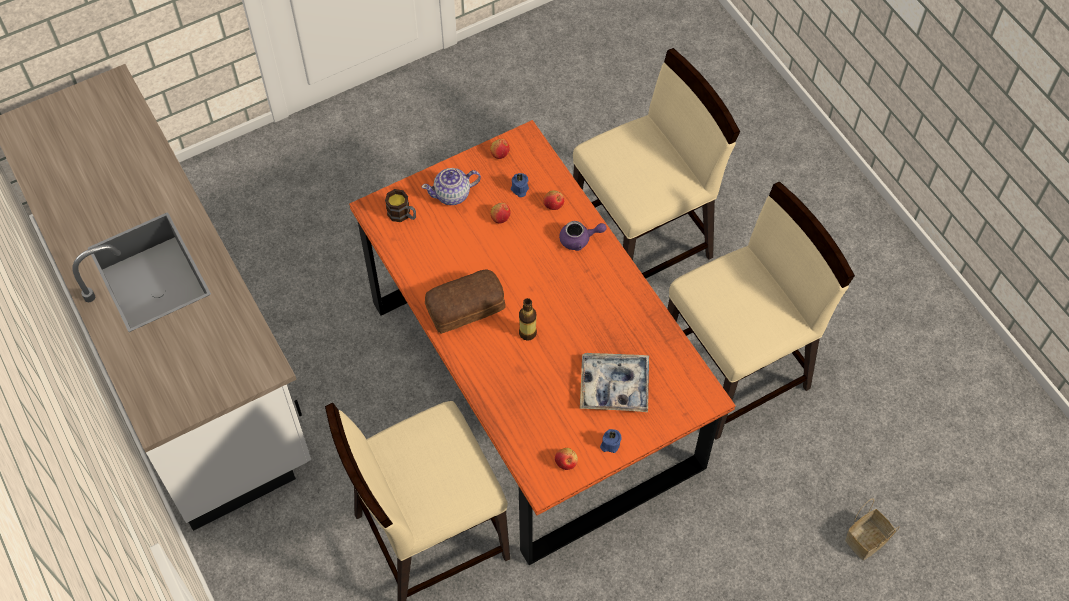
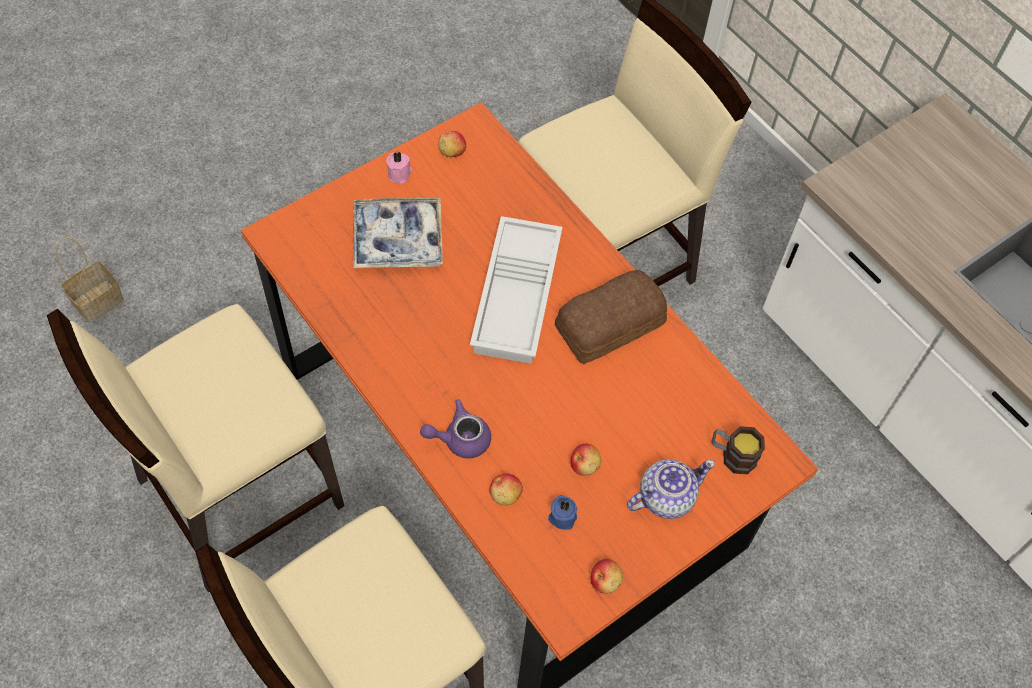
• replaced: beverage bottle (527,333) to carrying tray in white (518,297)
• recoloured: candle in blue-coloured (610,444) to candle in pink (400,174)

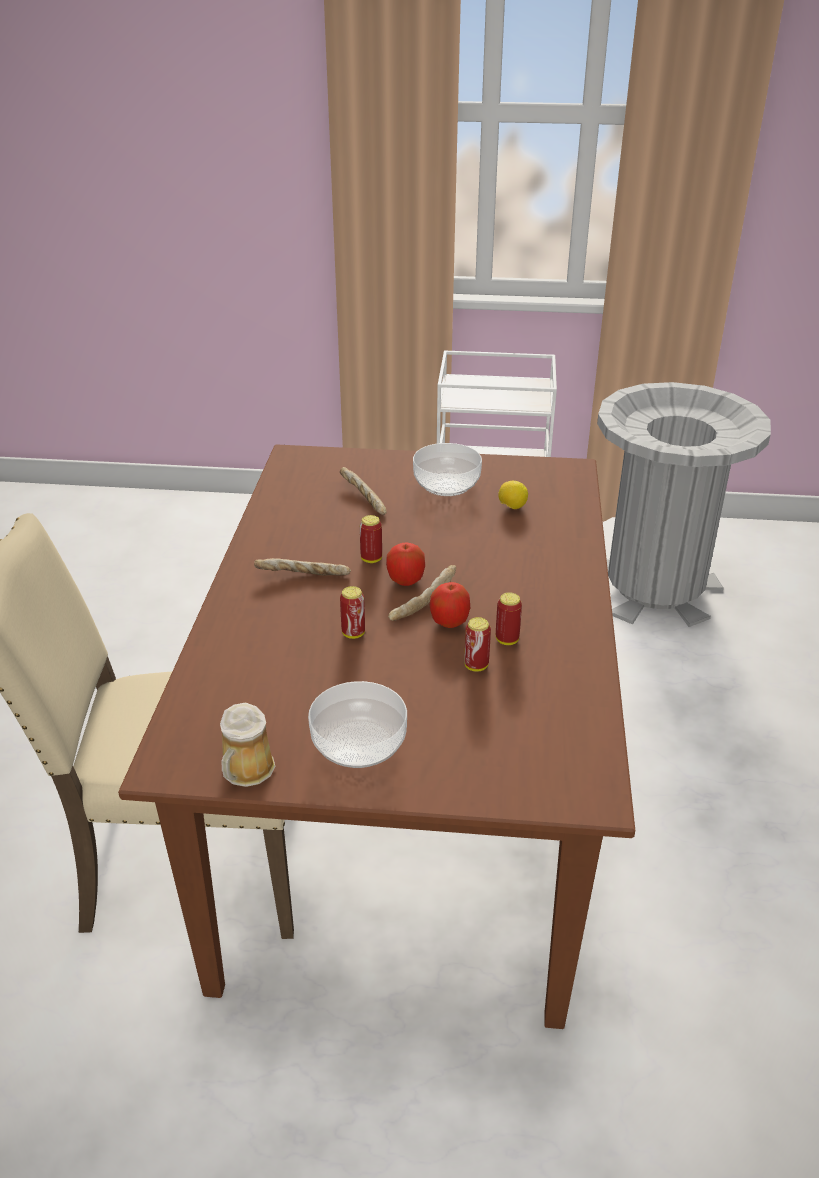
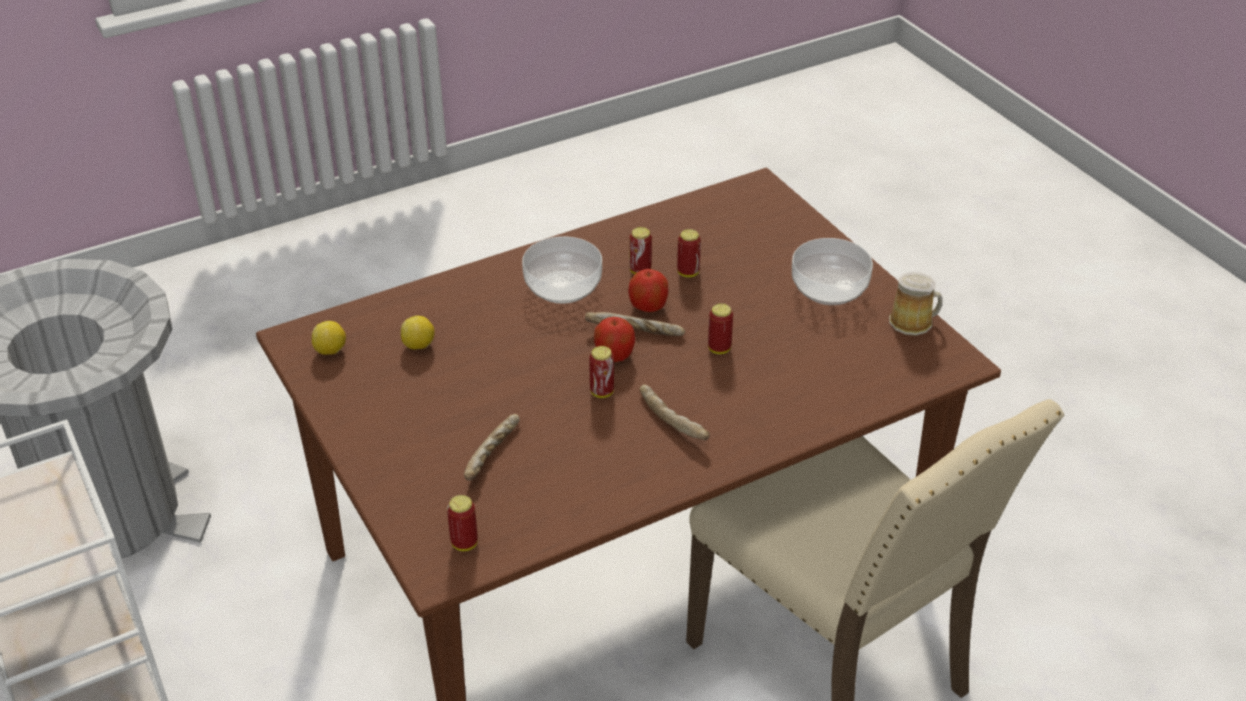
• added: whole lemon (331,351)
• added: metal can (464,543)
• moved: serving bowl (447,484) to (563,286)

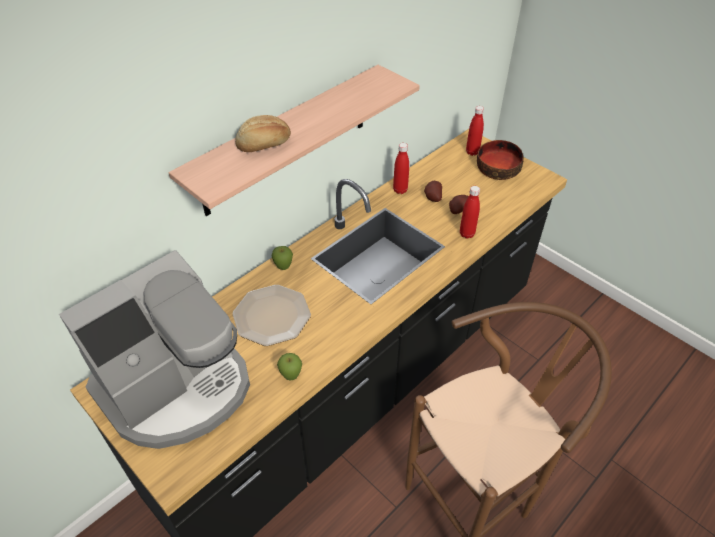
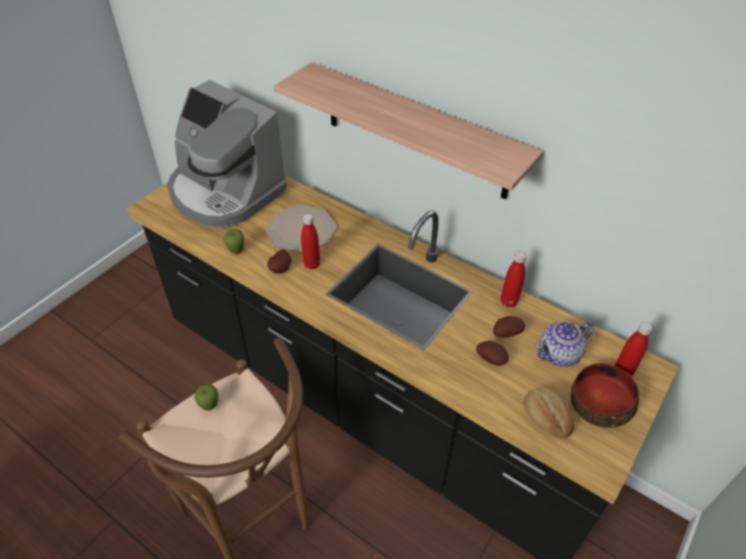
• added: potato (281,269)
• added: teapot (559,354)
• moved: baked bread (264,145) to (545,419)
• moved: apple (283,268) to (210,406)
• moved: beverage bottle in red (467,234) to (311,264)

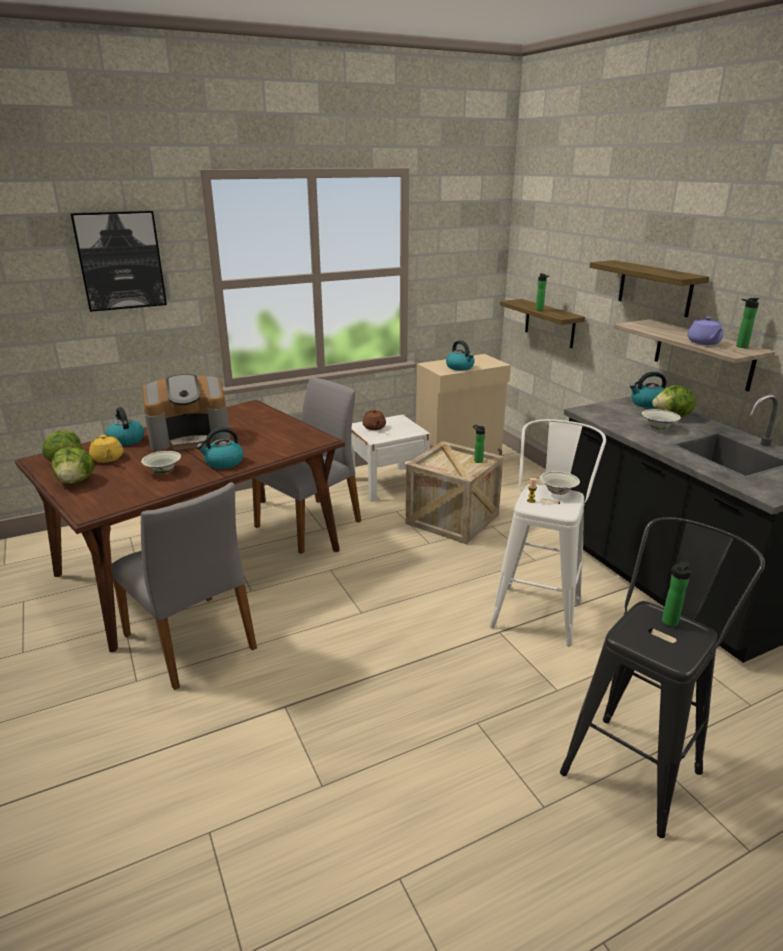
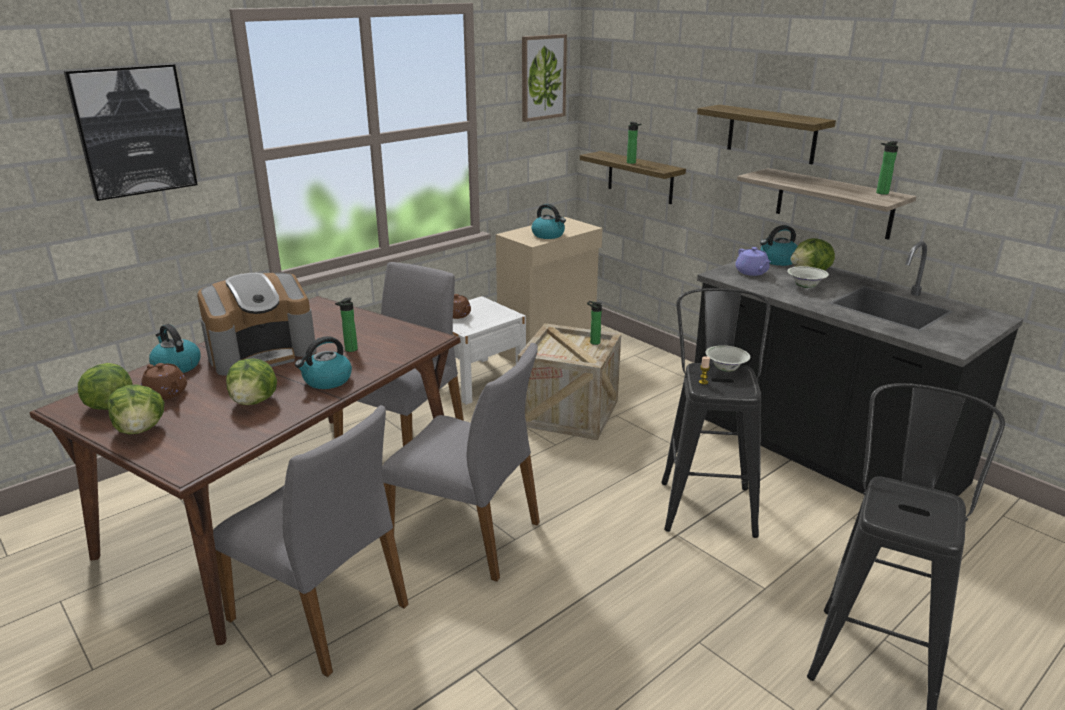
• added: plain chair in grey (467,534)
• added: wall picture (542,77)
• moved: beverage bottle (668,623) to (349,350)
• moved: teapot in purple (704,343) to (752,272)
• replaced: serving bowl in white (163,471) to head of lettuce (254,402)
• recoloured: teapot in yellow-coloured (107,458) to teapot in brownish (166,394)
• recoloured: stool in white (539,608) to stool in black-coloured (707,501)

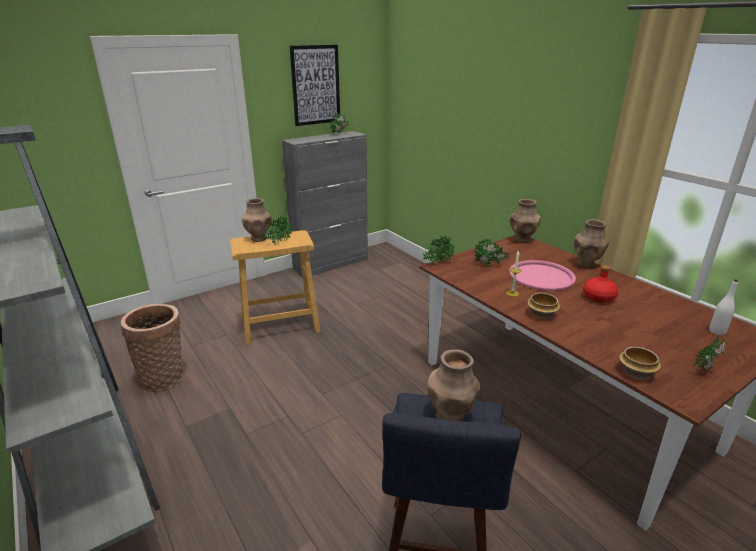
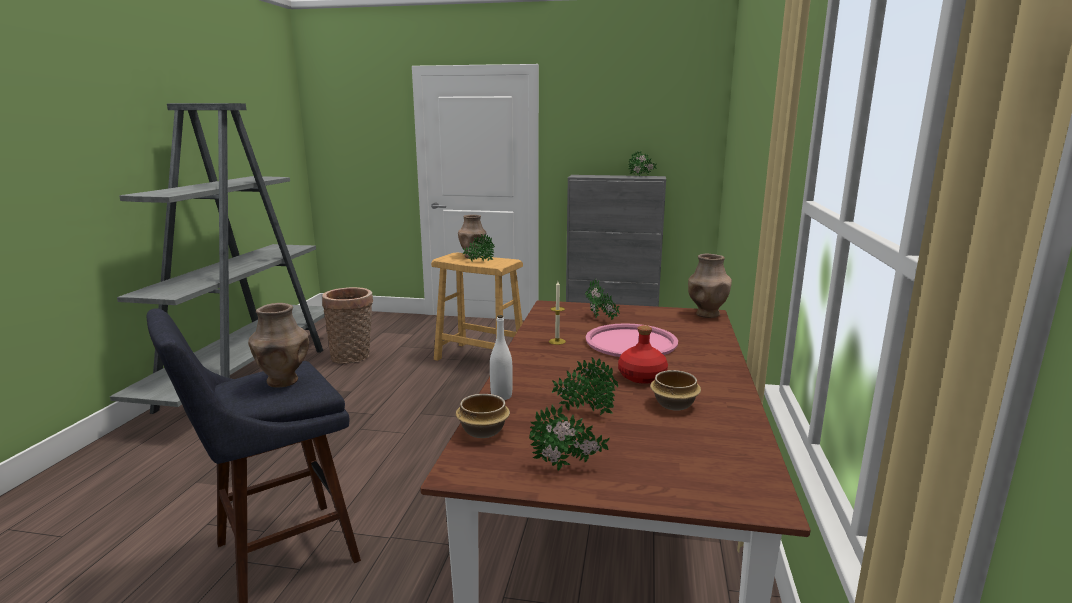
• removed: wall picture (315,85)
• removed: flower vase in brownish (586,265)
• moved: potted plant (437,264) to (584,411)
• moved: serving bowl (542,314) to (675,404)
• moved: beverage bottle in white (717,331) to (501,396)

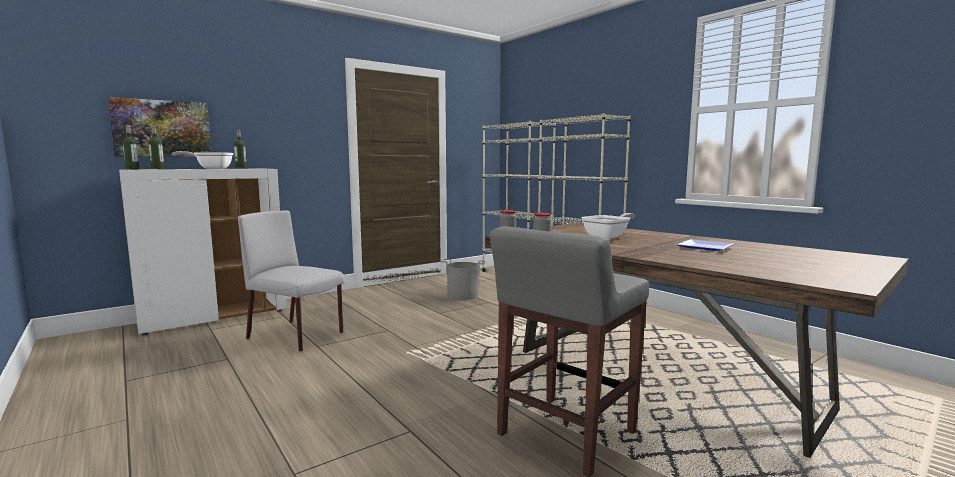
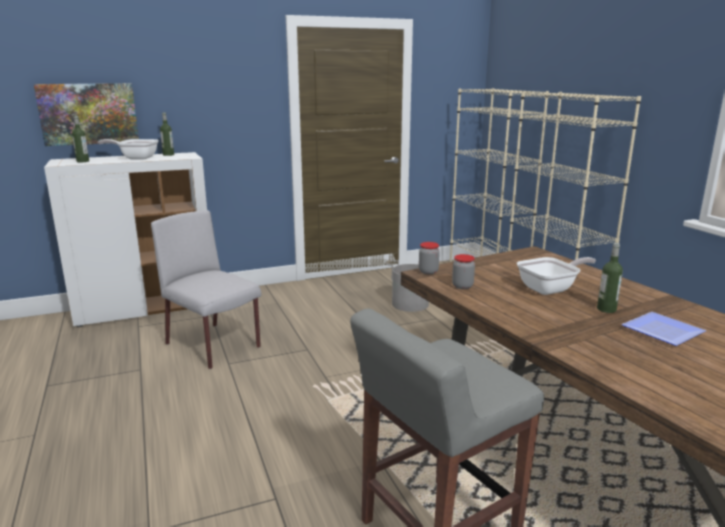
• moved: beverage bottle (132,169) to (606,309)

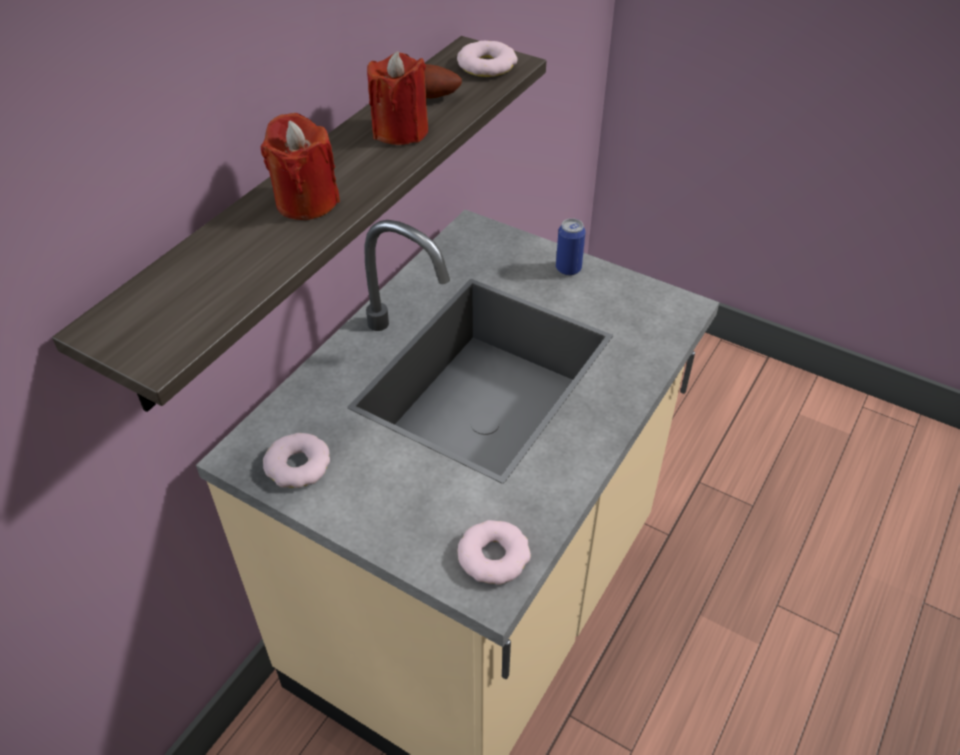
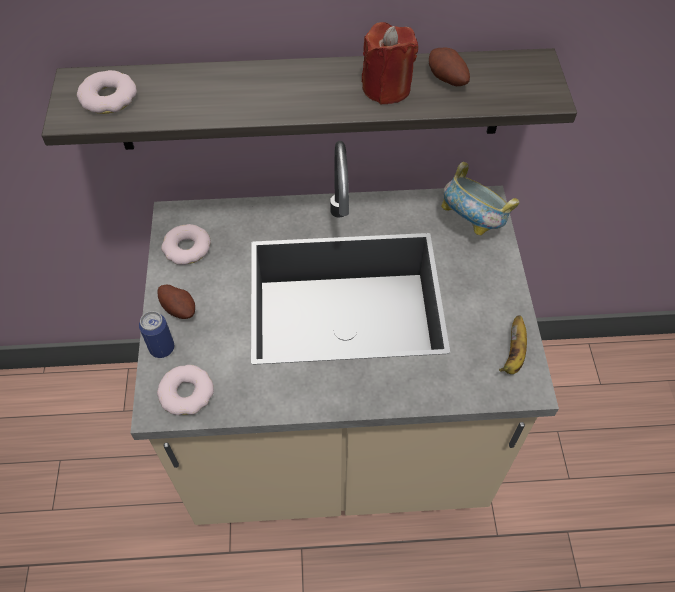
• removed: candle in red (306,202)
• added: potato (179,308)
• added: serving bowl (472,224)
• added: whole banana (513,354)
• moved: donut (487,65) to (109,98)
• moved: metal can (568,269) to (162,348)

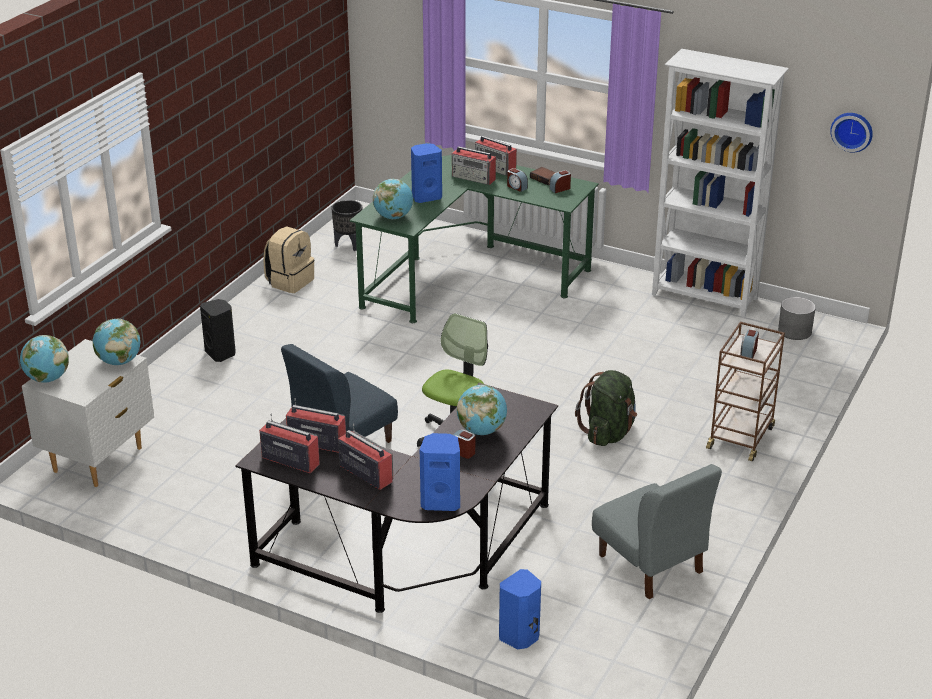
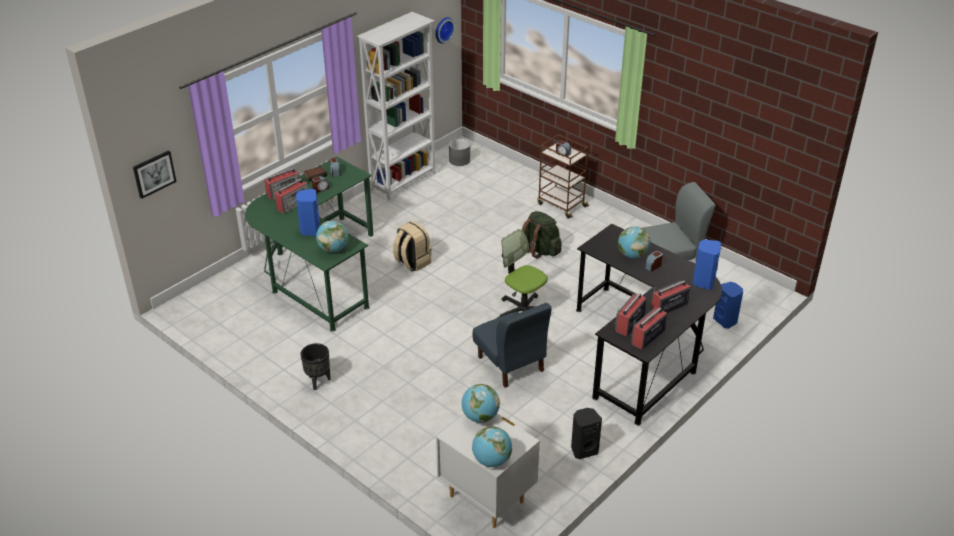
• added: wall picture (154,173)
• moved: loudspeaker in black-coloured (221,353) to (583,450)
• moved: backpack in beige (290,281) to (412,262)
• moved: plant pot in black-coloured (348,245) to (318,381)

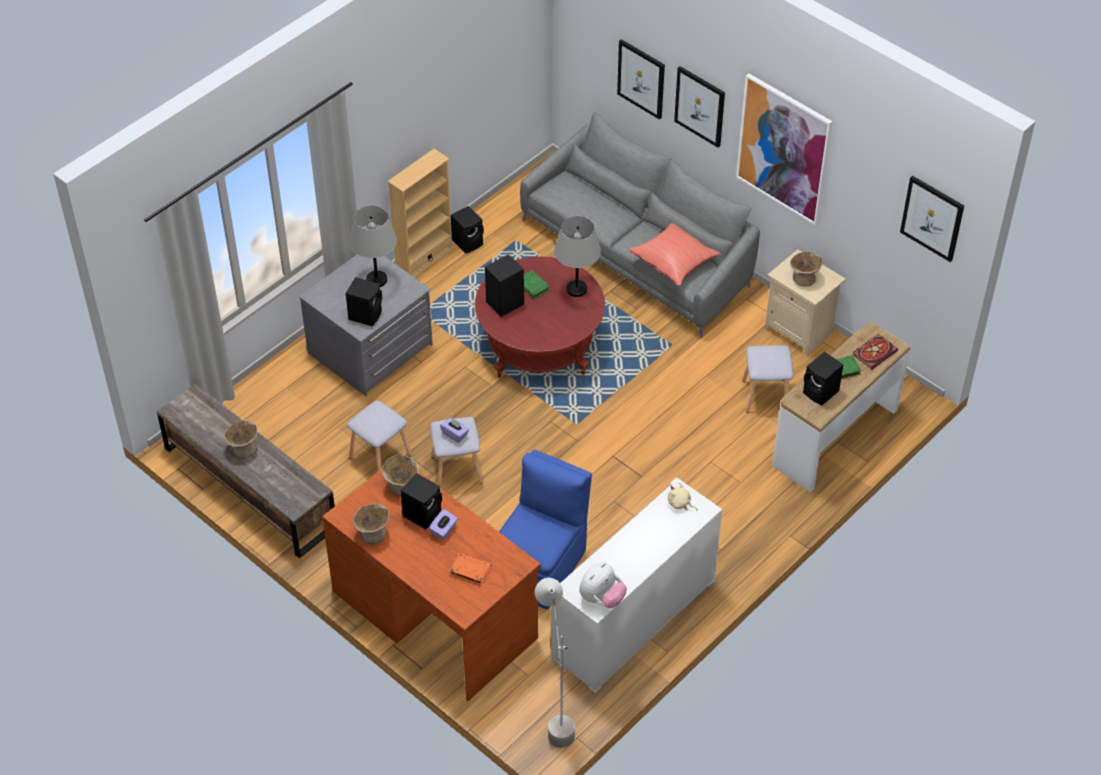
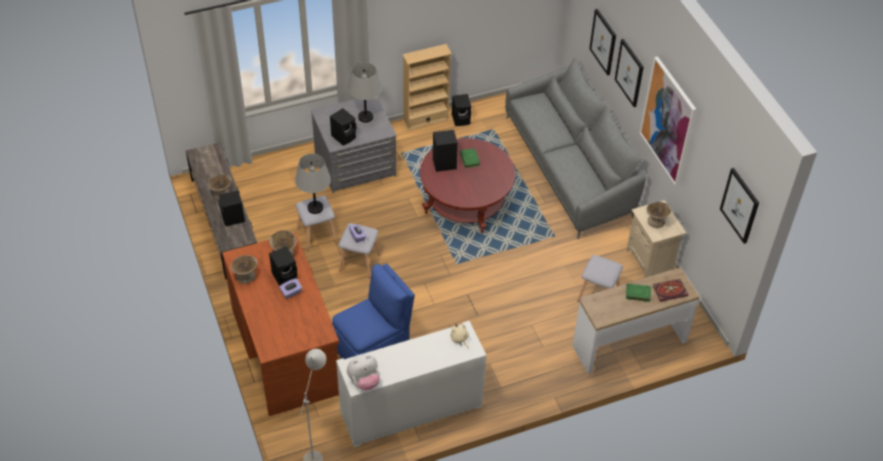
• removed: volume in orange-coloured (470,570)
• removed: cushion in red (674,262)
• moved: tabletop lamp in grey (576,289) to (315,208)
• moved: loudspeaker in black-coloured (821,393) to (233,218)

